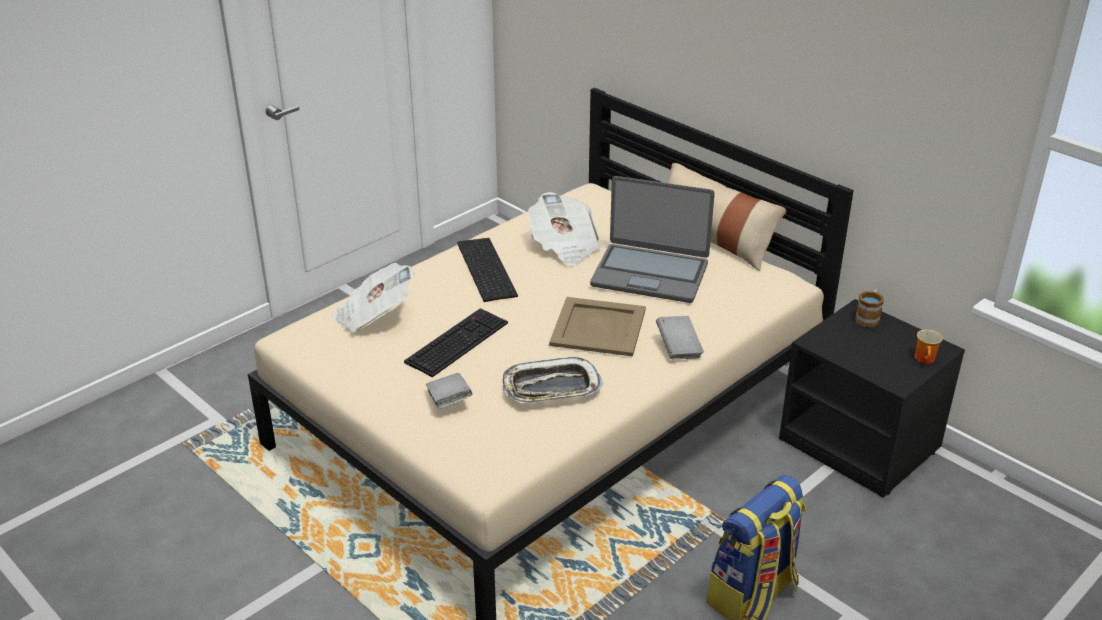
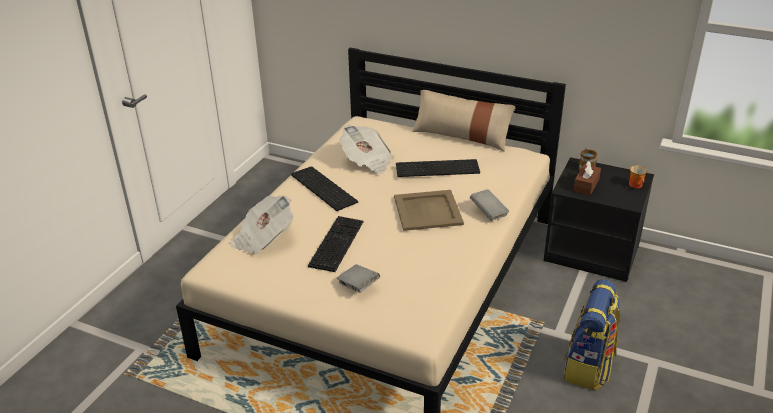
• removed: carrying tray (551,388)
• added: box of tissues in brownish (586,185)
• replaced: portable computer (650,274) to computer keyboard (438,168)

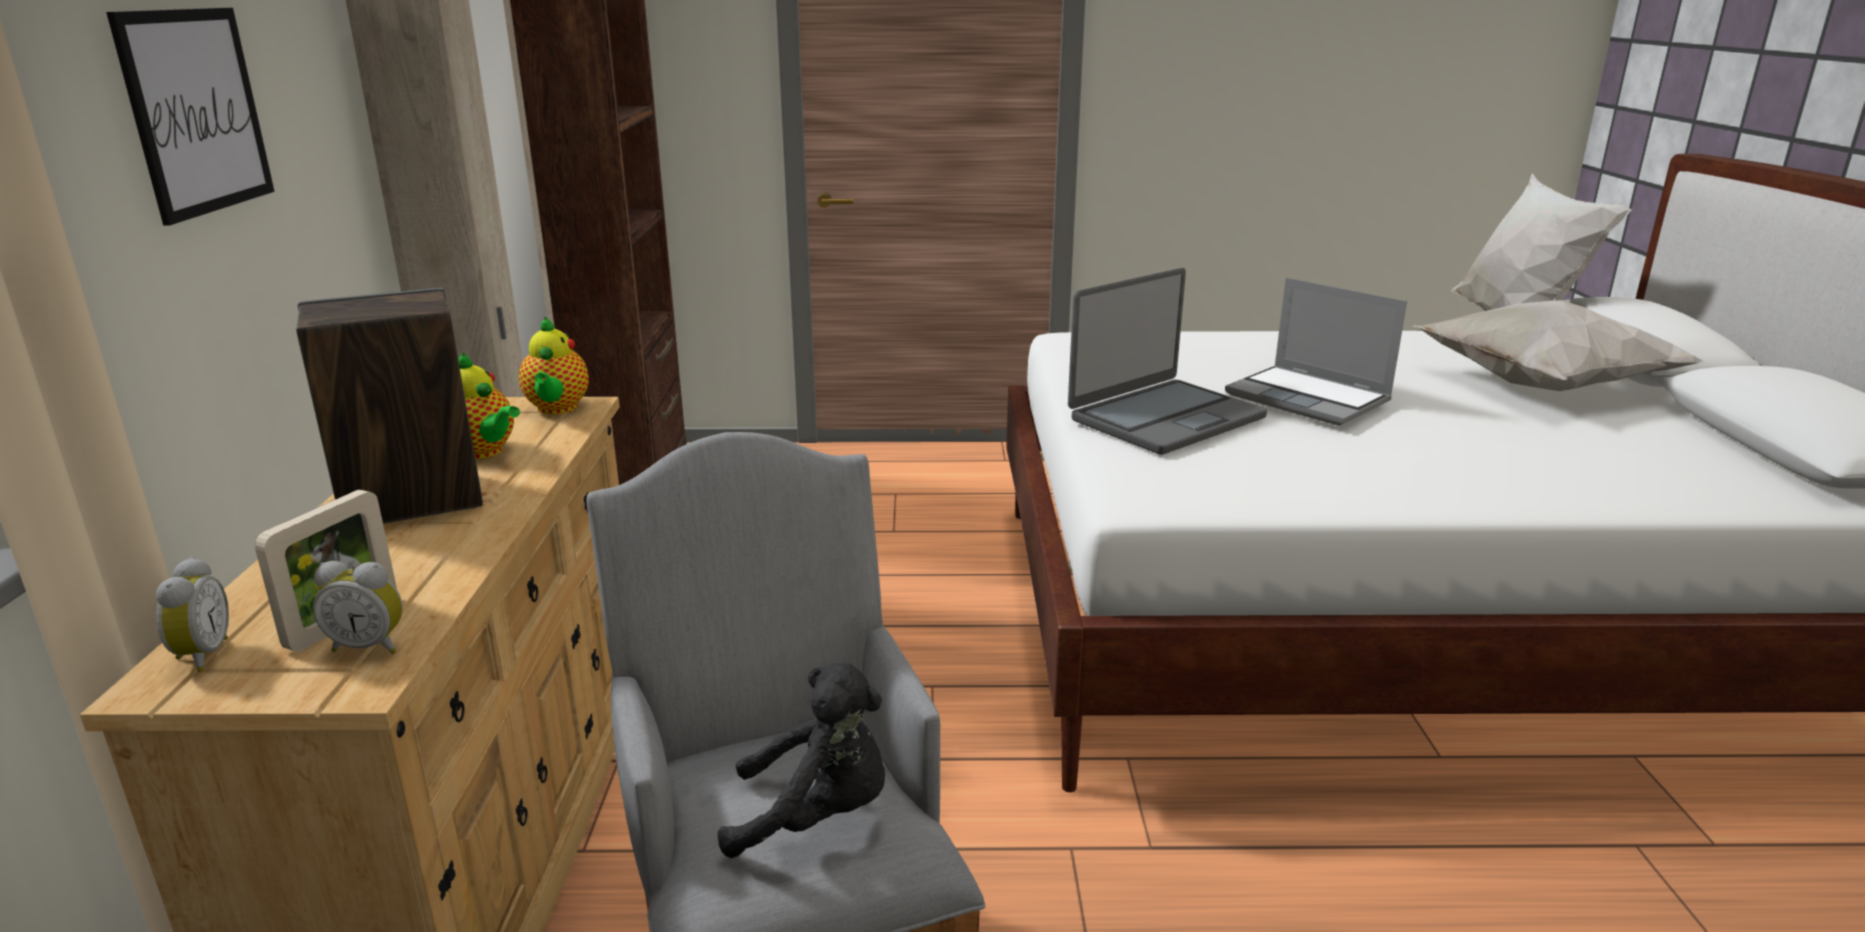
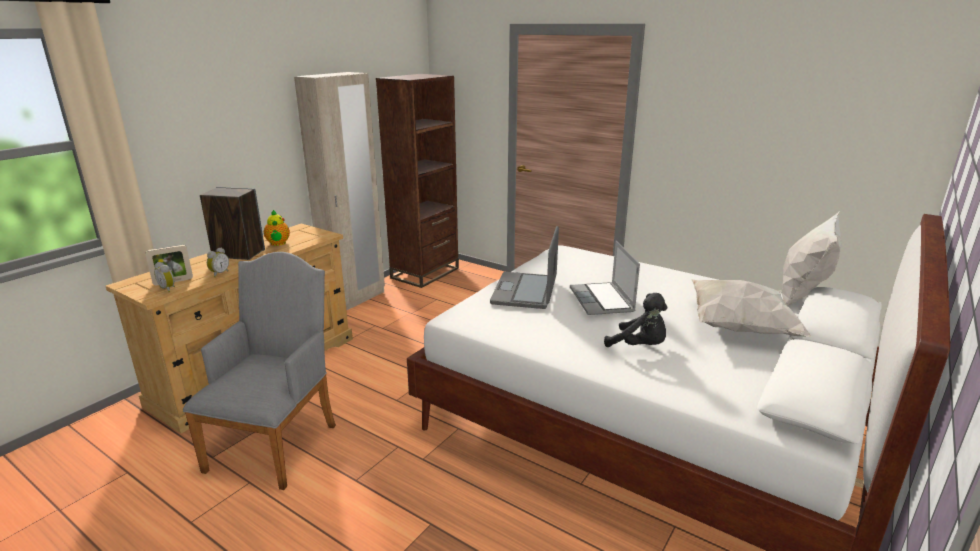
• removed: wall picture (196,111)
• removed: teapot (557,409)
• moved: alarm clock (200,656) to (219,273)
• moved: cuddly toy in black-coloured (816,817) to (639,346)
• turned: portable computer (1164,418) = (525,291) 105 degrees clockwise

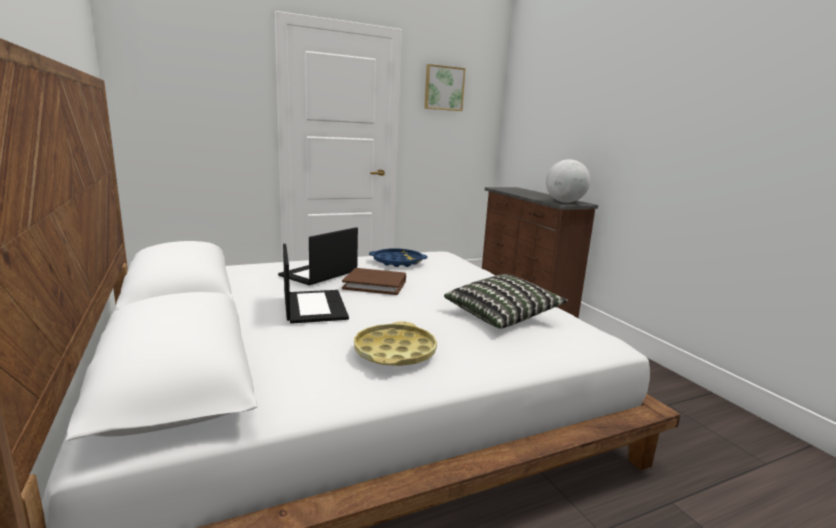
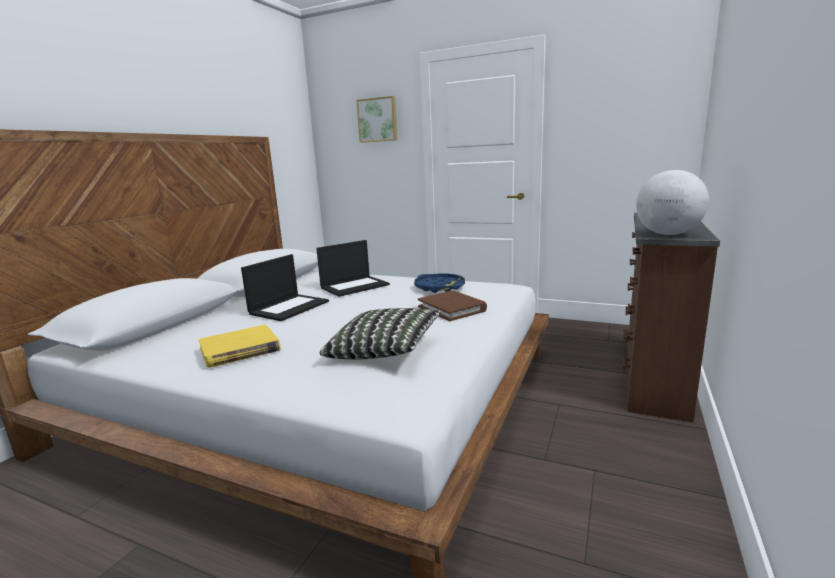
• moved: volume in brownish (375,284) to (452,308)
• moved: wall picture (443,88) to (378,120)
• replaced: carrying tray in yellow-coloured (395,352) to volume in yellow-coloured (240,350)
• turned: portable computer (319,274) = (355,286) 150 degrees clockwise

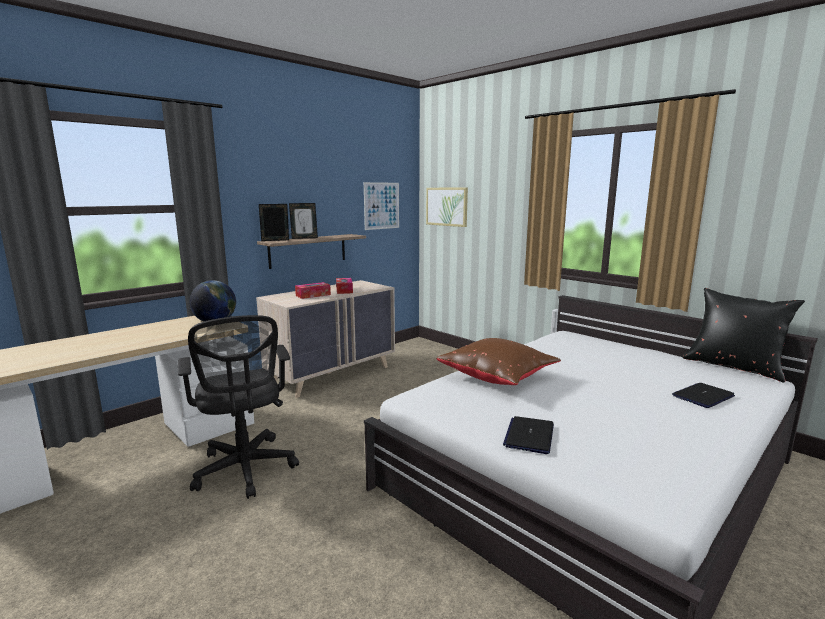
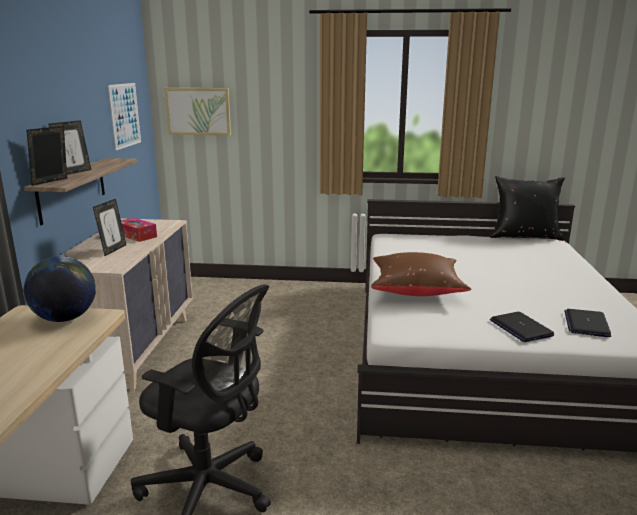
• moved: portable computer (703,396) to (586,324)
• replaced: box of tissues (313,295) to standing frame (113,250)

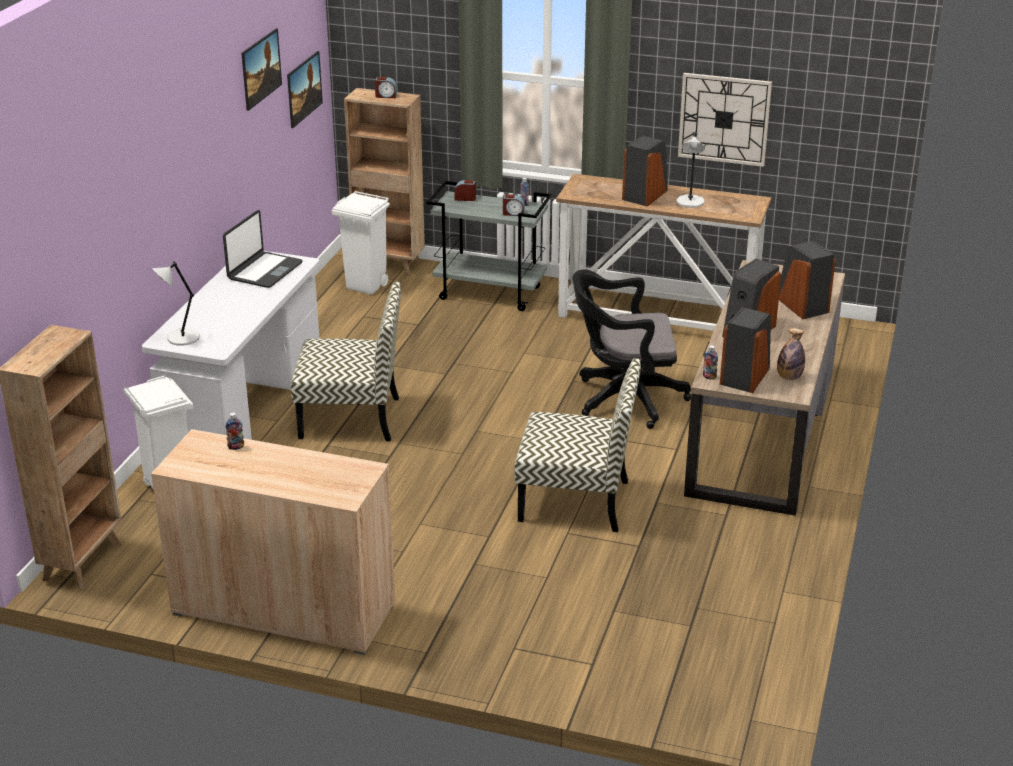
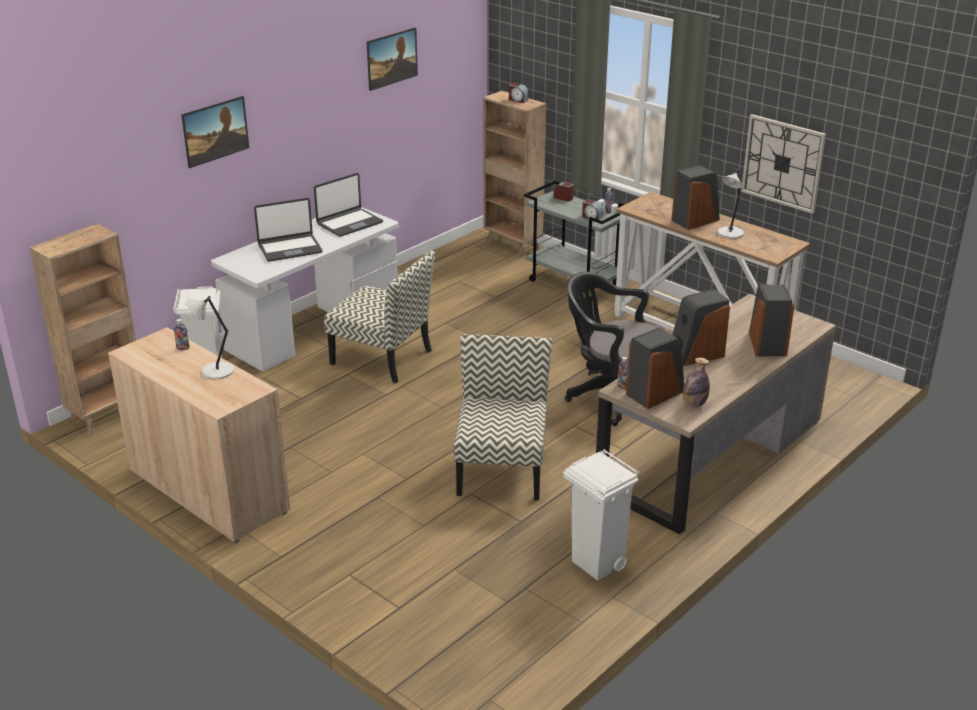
• added: portable computer (290,249)
• moved: tabletop lamp in grey (181,338) to (215,371)
• moved: wall picture (305,102) to (217,144)
• moved: waste bin in white (366,286) to (597,565)
• turned: plain chair (576,501) = (501,469) 120 degrees counterclockwise

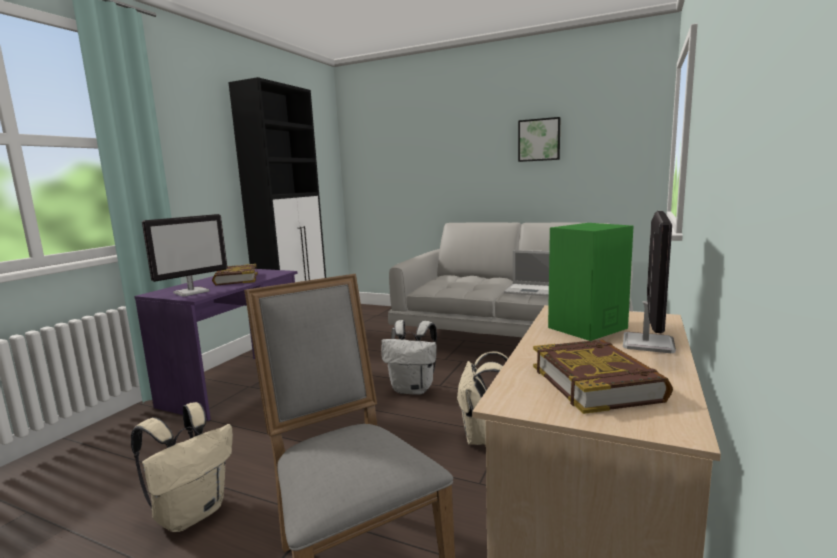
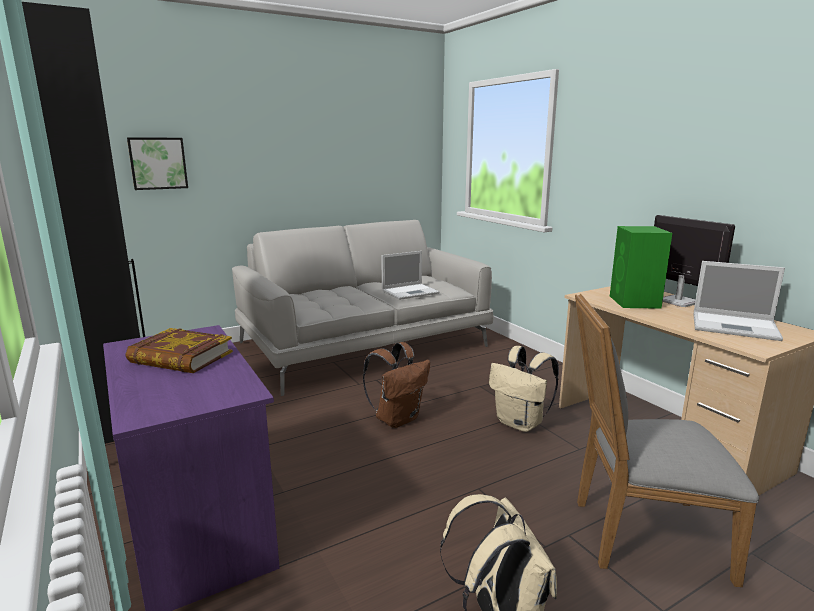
• removed: computer display (192,292)
• moved: wall picture (539,140) to (158,163)
• replaced: volume (596,382) to portable computer (736,326)
• recoloured: backpack in white (413,389) to backpack in brownish (397,419)

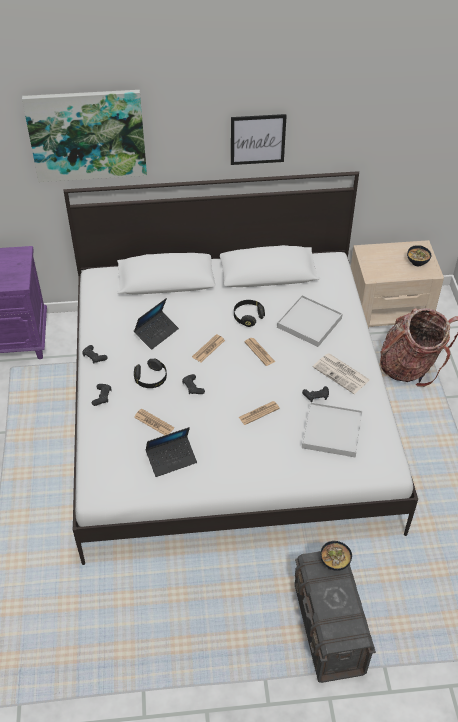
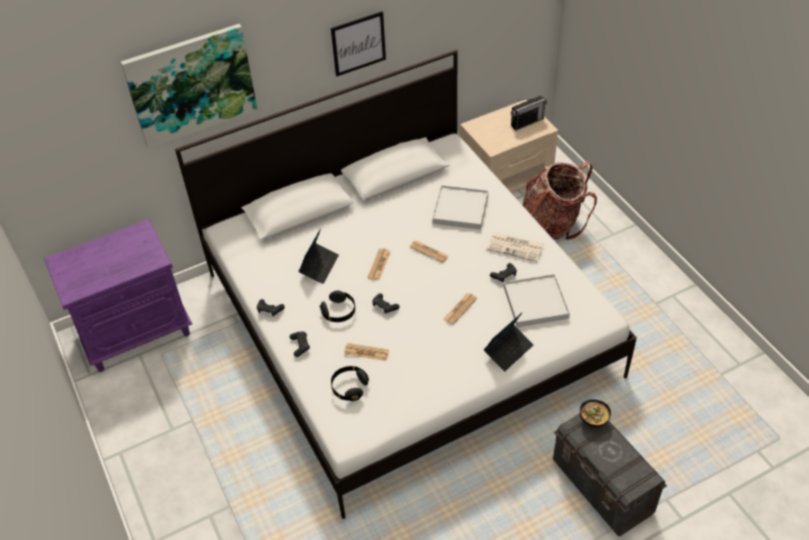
• moved: portable computer (171,459) to (508,350)
• moved: headphones in black-coloured (248,317) to (349,387)
• replaced: serving bowl (417,262) to radio (527,122)

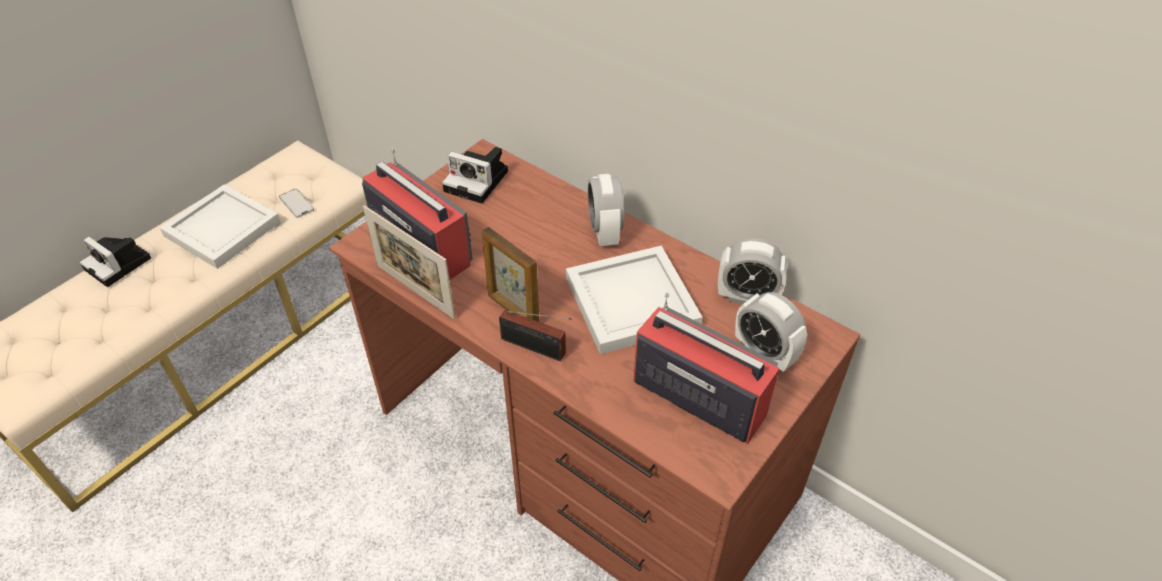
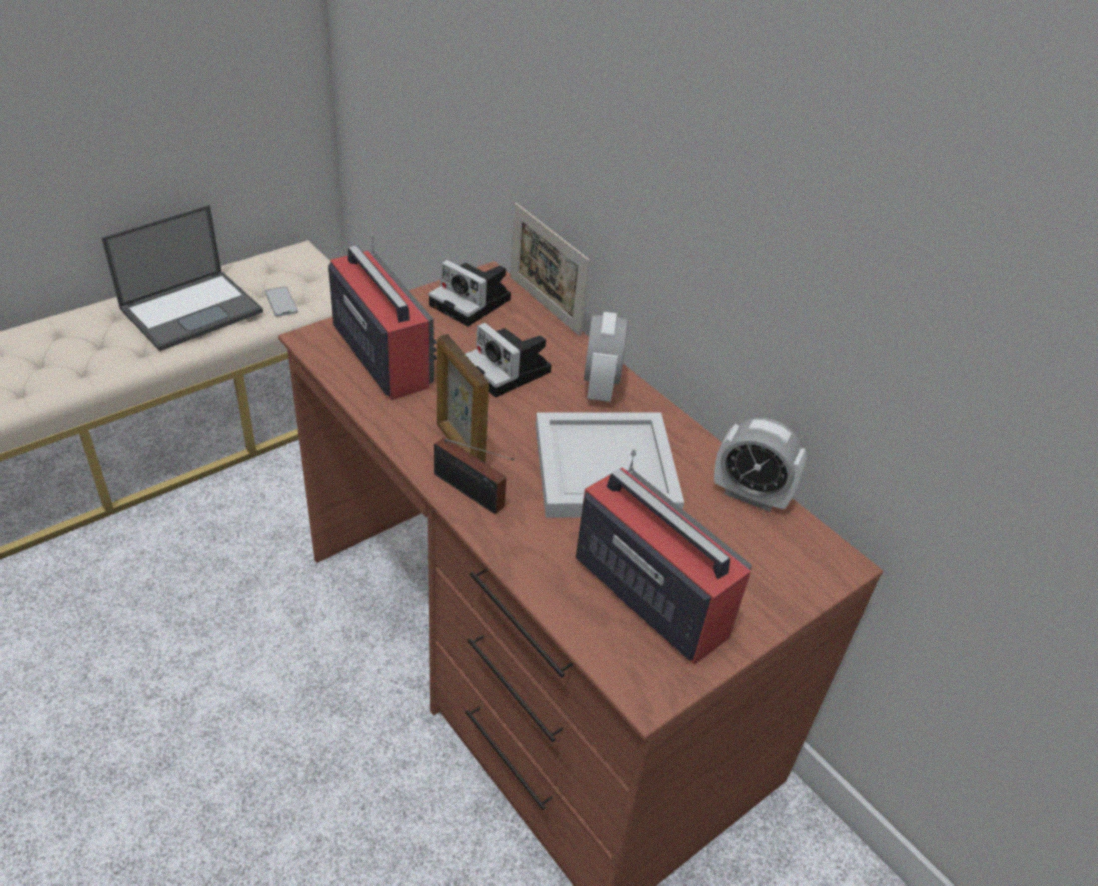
• removed: alarm clock (764,353)
• moved: still camera (120,264) to (509,371)
• moved: standing frame (415,291) to (544,305)
• replaced: carrying tray in white (222,227) to portable computer (193,309)

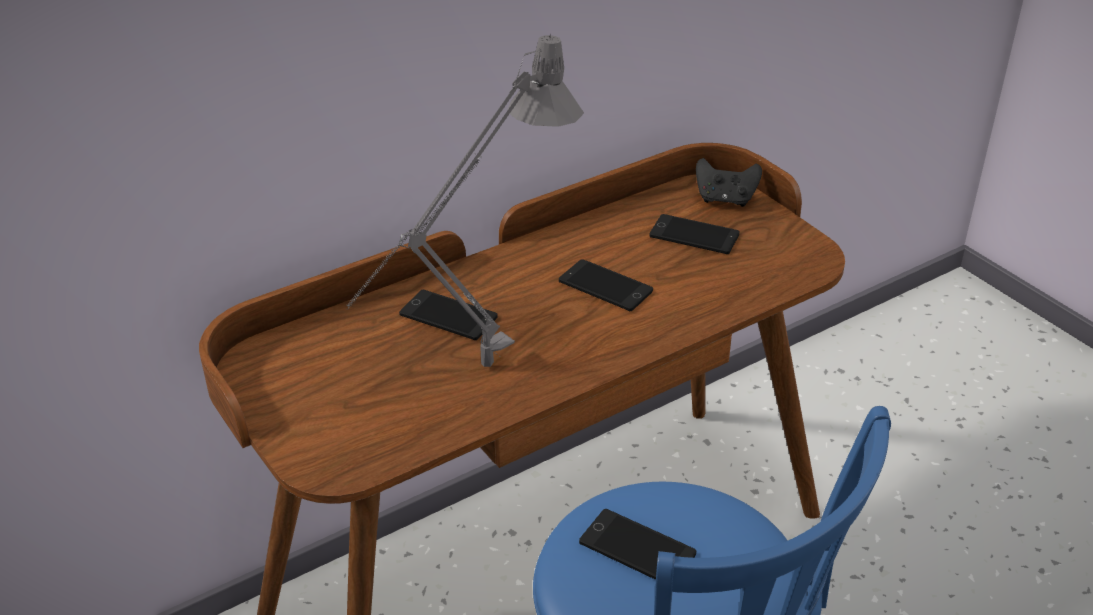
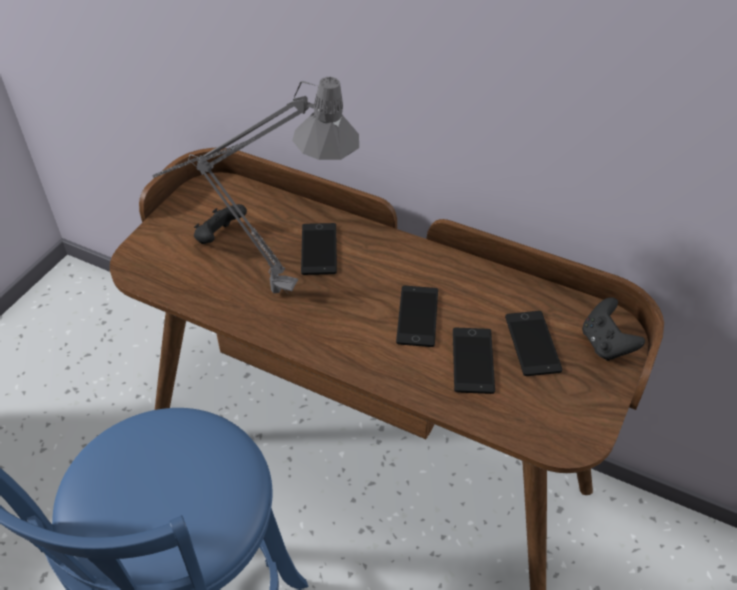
• added: game controller in black-coloured (219,238)
• moved: handset (637,548) to (473,360)

